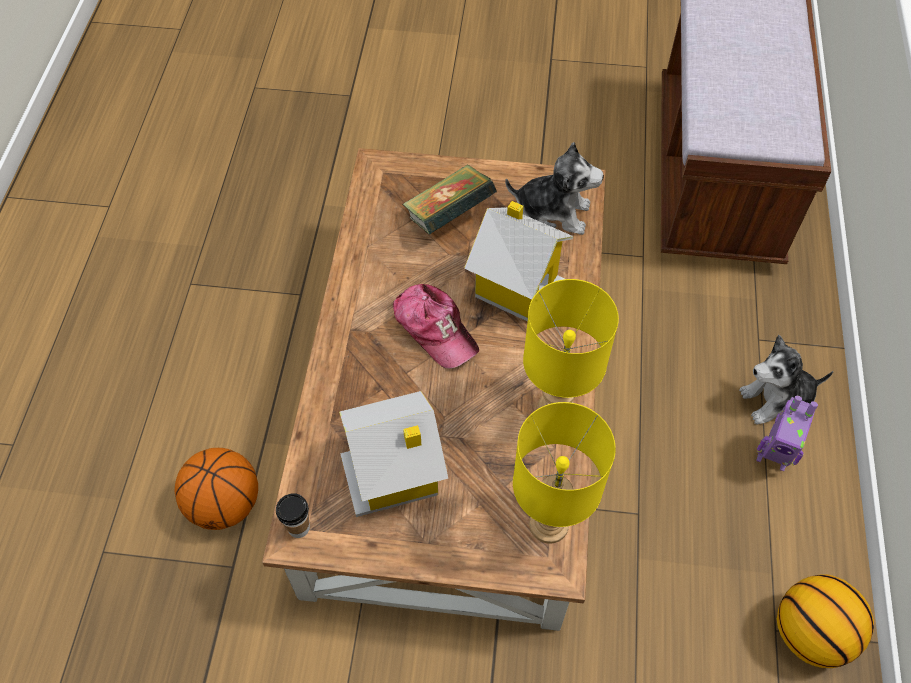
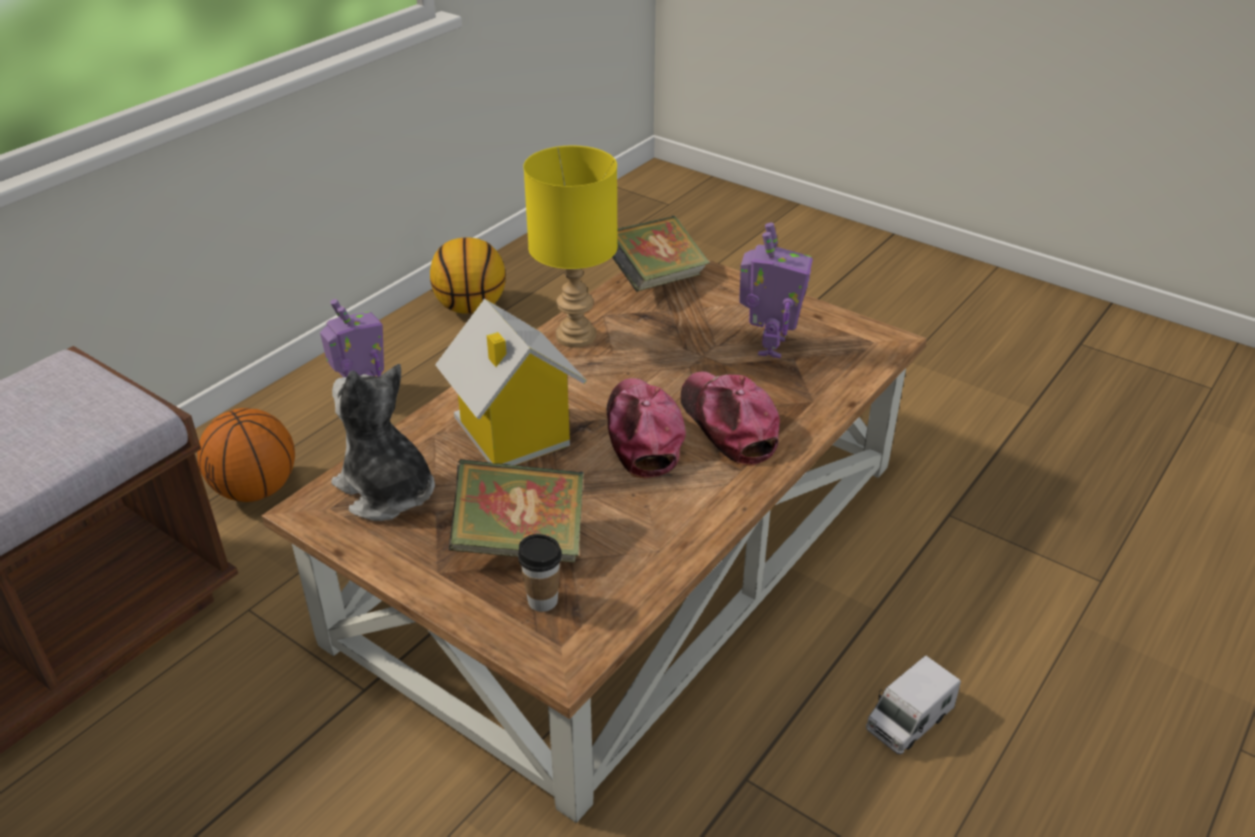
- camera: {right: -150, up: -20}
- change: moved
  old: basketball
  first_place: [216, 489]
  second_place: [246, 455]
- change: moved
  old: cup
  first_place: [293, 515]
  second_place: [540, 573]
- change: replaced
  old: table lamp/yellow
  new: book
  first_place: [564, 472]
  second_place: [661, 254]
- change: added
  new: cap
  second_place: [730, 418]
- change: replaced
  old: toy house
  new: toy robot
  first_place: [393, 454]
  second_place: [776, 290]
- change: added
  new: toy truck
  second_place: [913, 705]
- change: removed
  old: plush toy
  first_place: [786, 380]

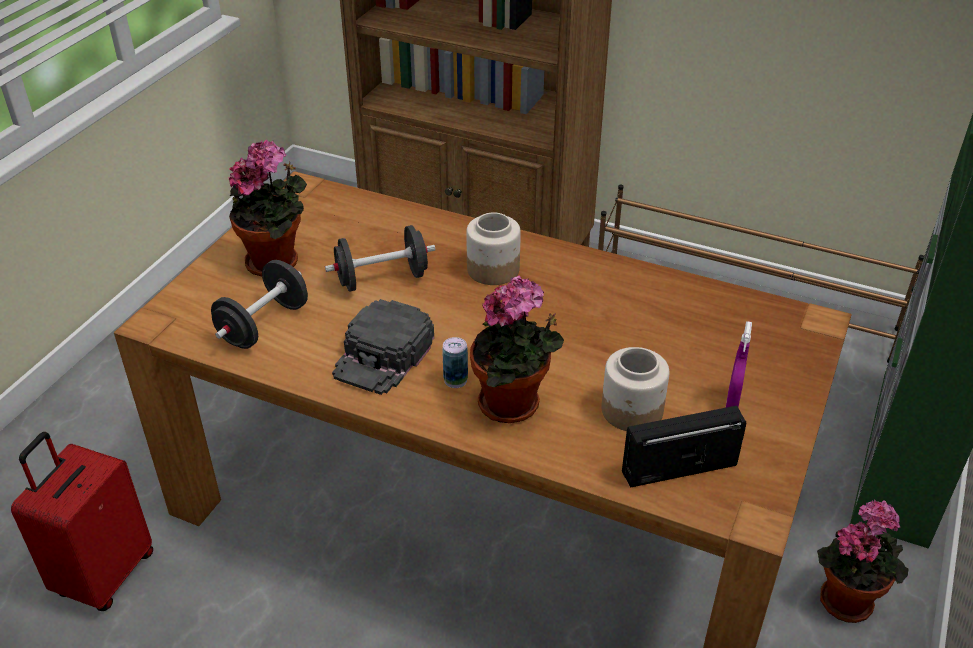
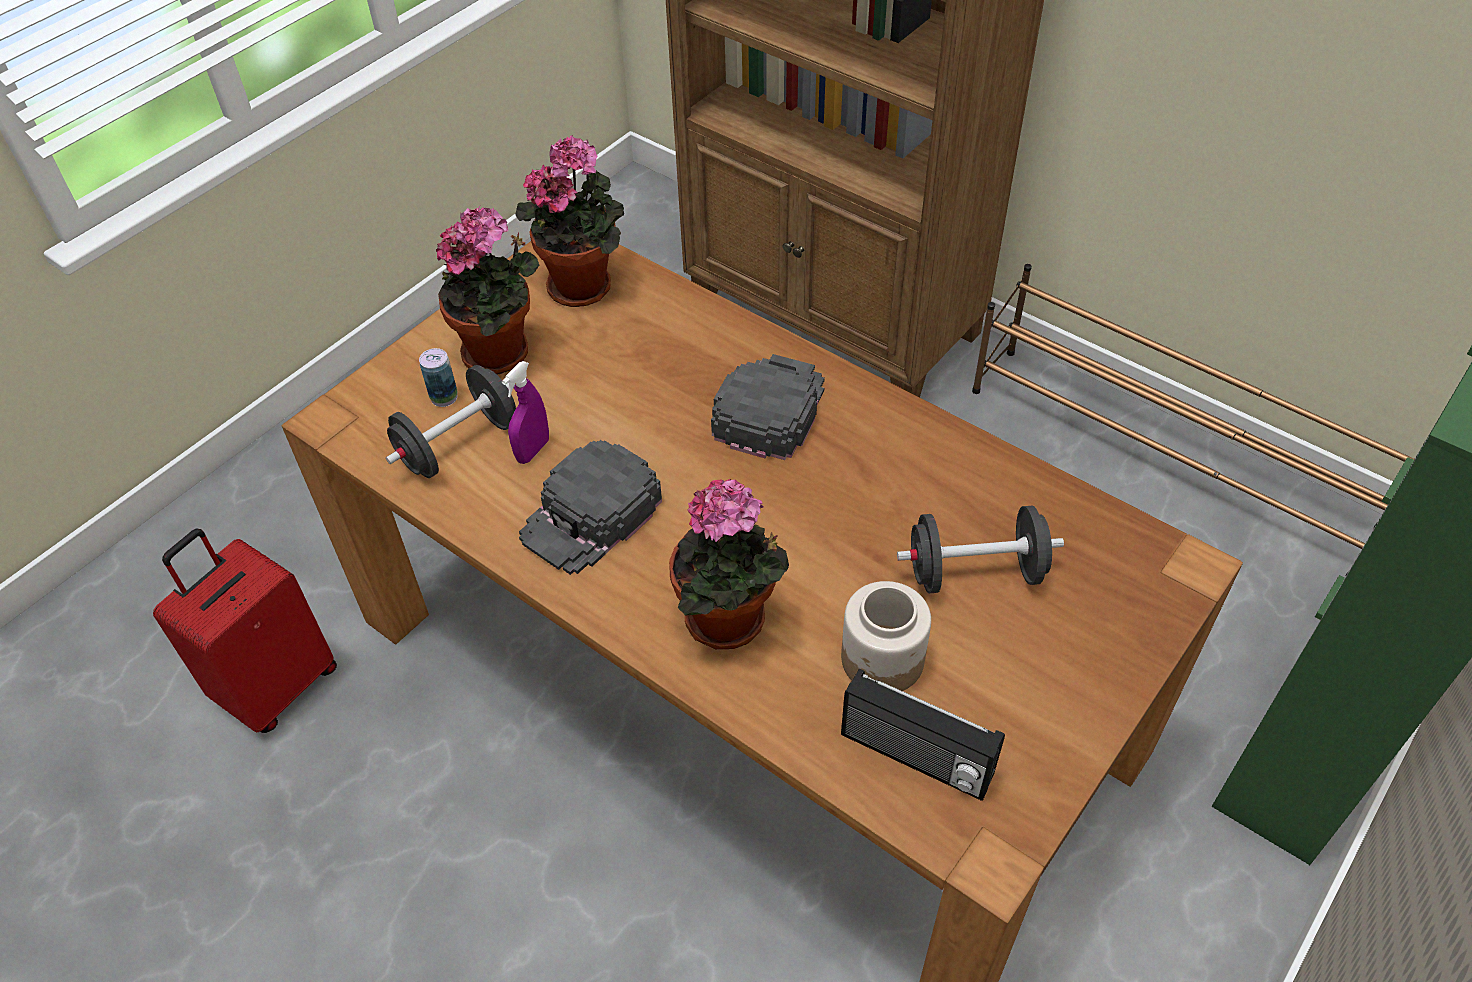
- camera: {right: 15, up: 10}
- change: moved
  old: can
  first_place: [455, 362]
  second_place: [438, 377]
- change: moved
  old: spray bottle/purple
  first_place: [739, 364]
  second_place: [525, 412]
- change: moved
  old: potted plant
  first_place: [863, 561]
  second_place: [569, 221]
- change: replaced
  old: jar
  new: cap/black
  first_place: [493, 248]
  second_place: [768, 407]
- change: turned
  old: radio
  first_place: [684, 447]
  second_place: [923, 735]
  degrees: -150
- change: moved
  old: dumbbell/black
  first_place: [380, 258]
  second_place: [980, 549]

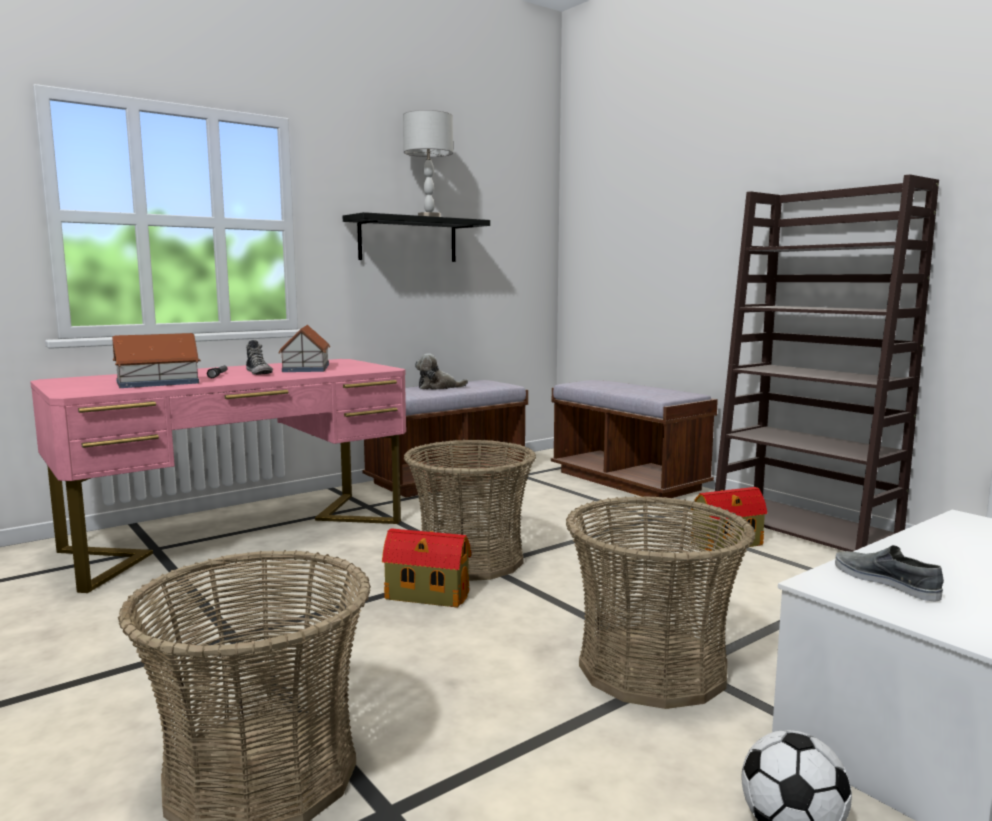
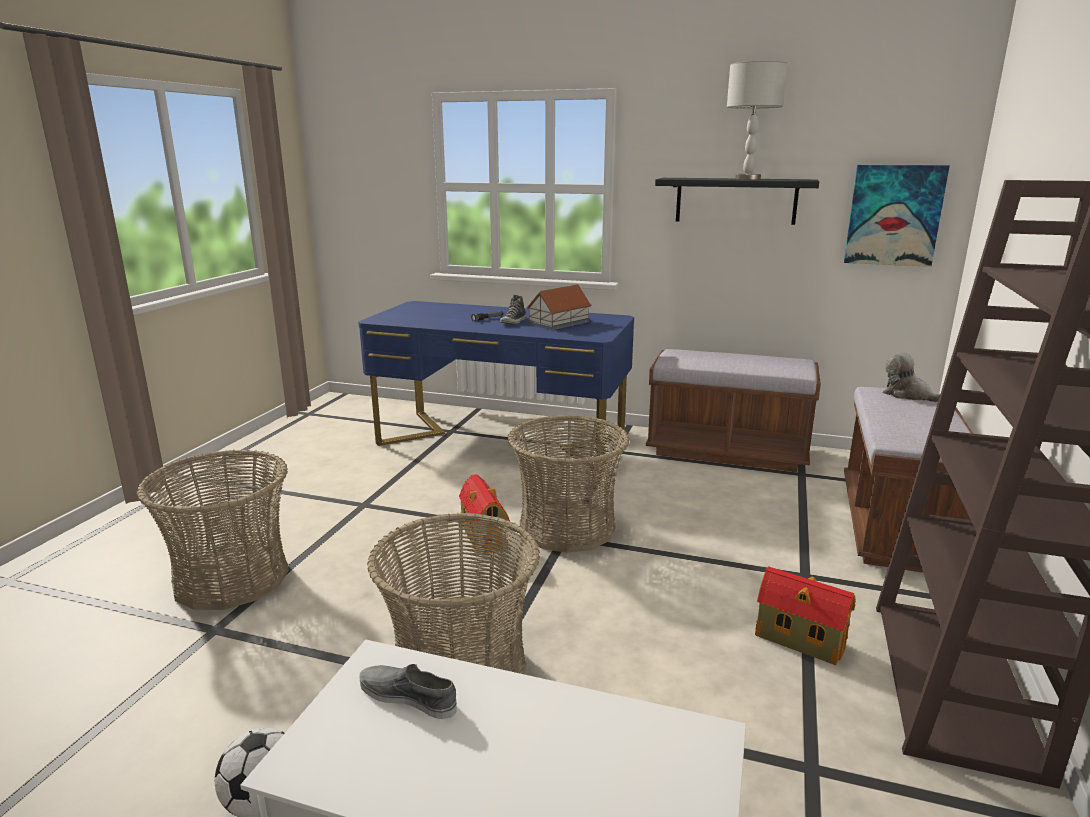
- camera: {right: 55, up: 10}
- change: recoloured
  old: desk/pink
  new: desk/blue
  first_place: [218, 476]
  second_place: [496, 388]
- change: turned
  old: shoe/grey
  first_place: [889, 573]
  second_place: [408, 691]
  degrees: -90
- change: added
  new: picture
  second_place: [897, 216]
- change: moved
  old: plush toy
  first_place: [441, 371]
  second_place: [911, 377]
- change: removed
  old: toy house
  first_place: [156, 360]

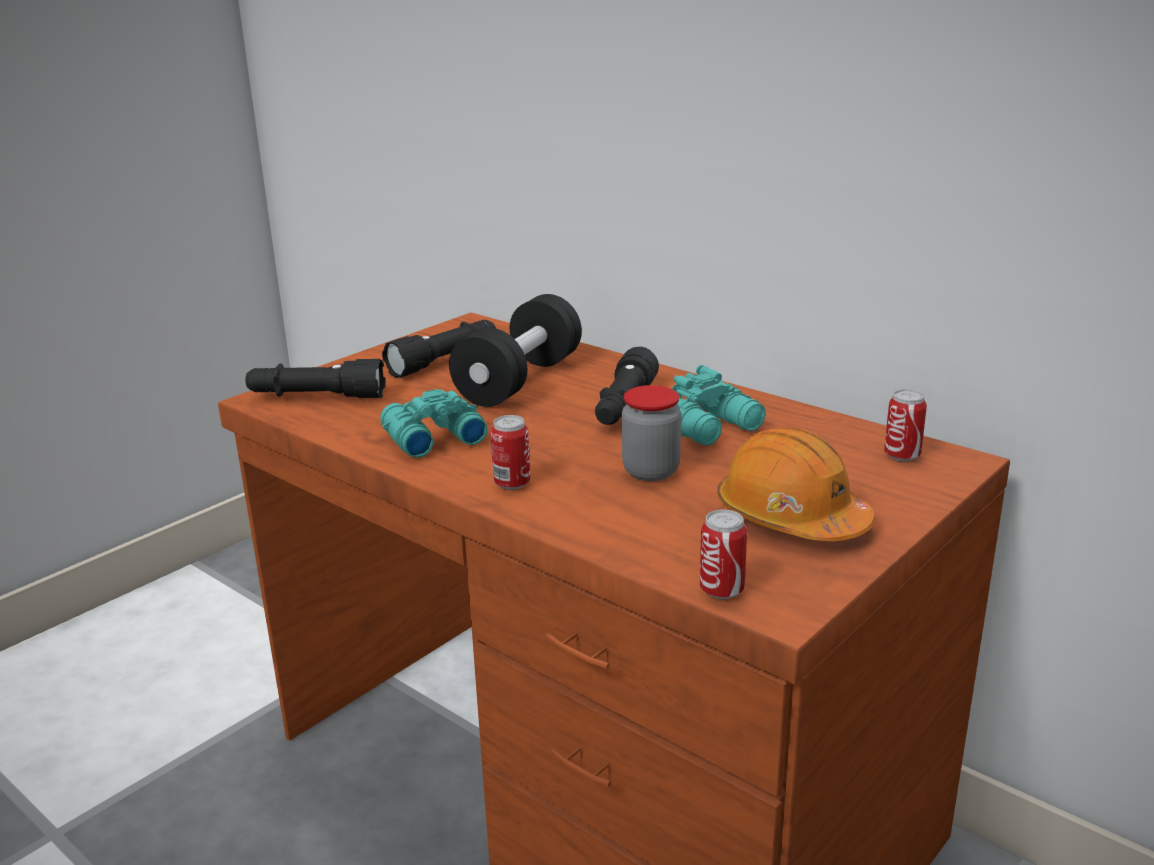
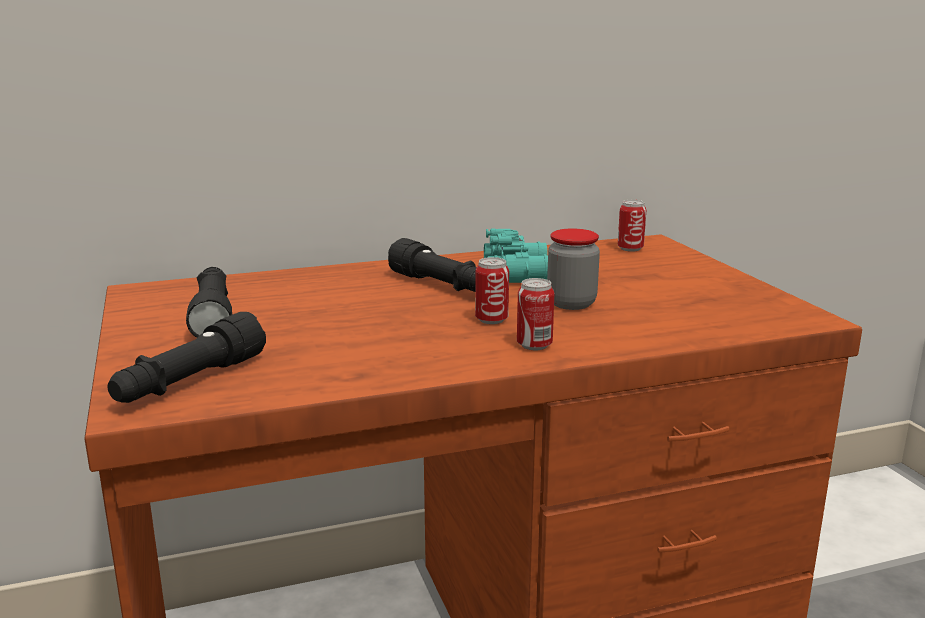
- camera: {right: -60, up: -5}
- change: moved
  old: can
  first_place: [723, 554]
  second_place: [492, 290]
- change: removed
  old: binoculars/turquoise
  first_place: [433, 423]
- change: removed
  old: dumbbell/black
  first_place: [515, 350]
- change: removed
  old: hard hat/orange
  first_place: [796, 484]

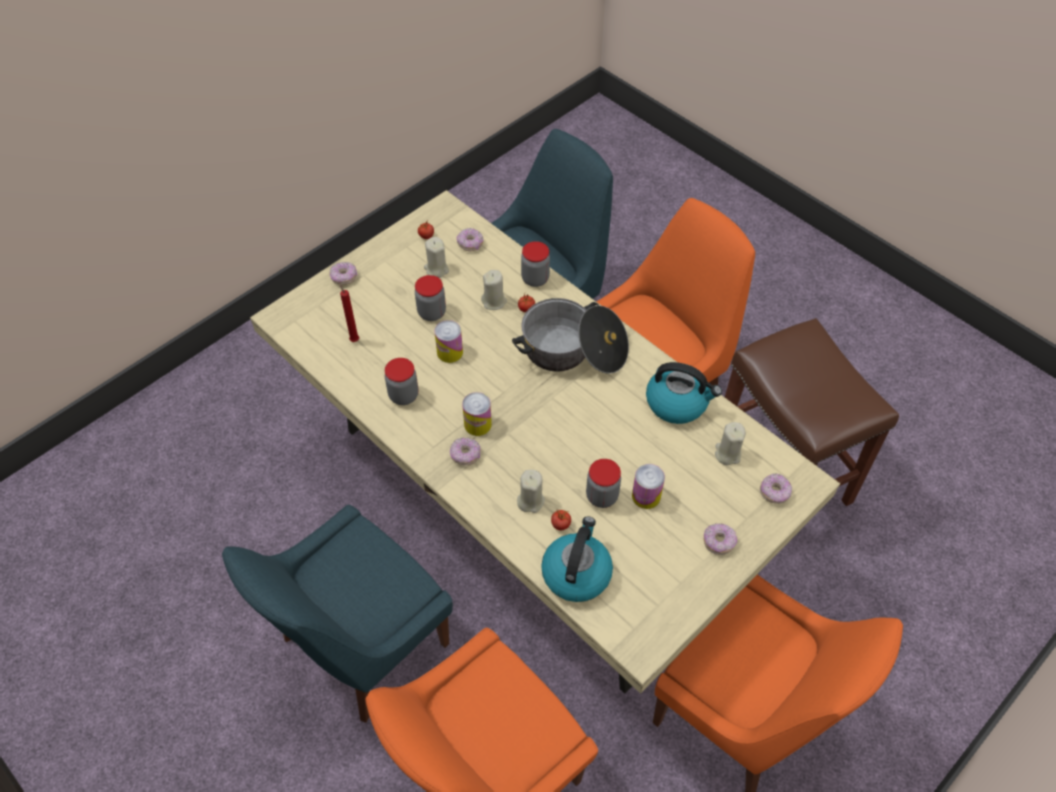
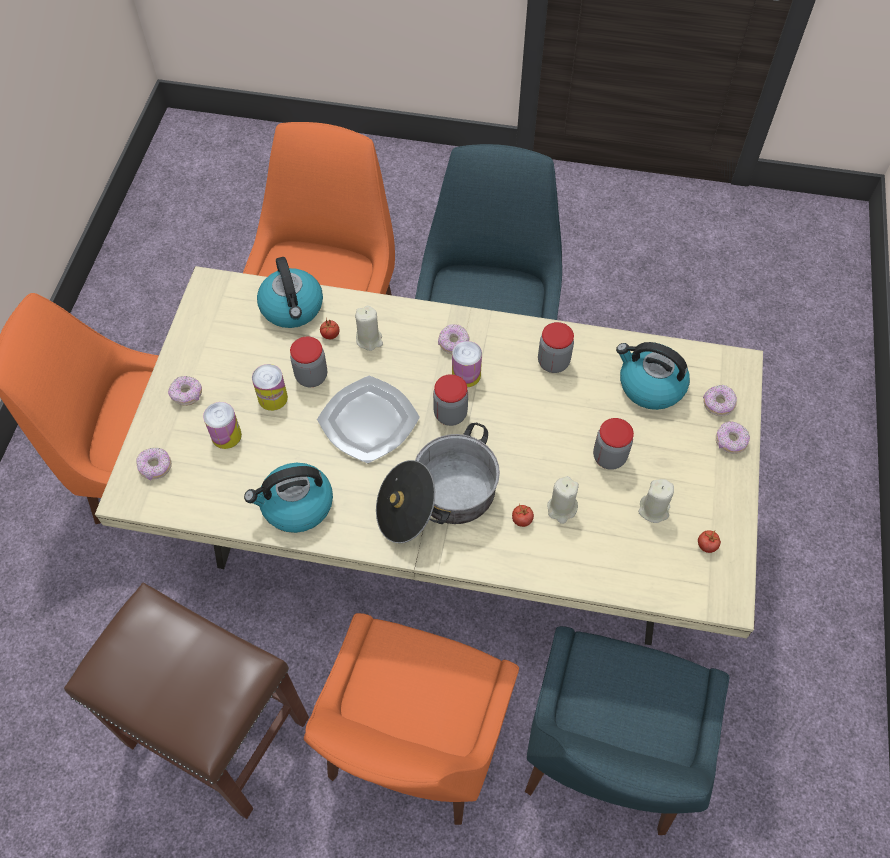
- camera: {right: 145, up: 5}
- change: moved
  old: can
  first_place: [448, 341]
  second_place: [222, 425]
- change: added
  new: plate
  second_place: [368, 419]
- change: moved
  old: jar
  first_place: [535, 264]
  second_place: [450, 400]
- change: replaced
  old: candle/red
  new: kettle
  first_place: [349, 312]
  second_place: [653, 376]
- change: moved
  old: donut
  first_place: [470, 239]
  second_place: [720, 400]
- change: removed
  old: candle/beige
  first_place: [730, 443]

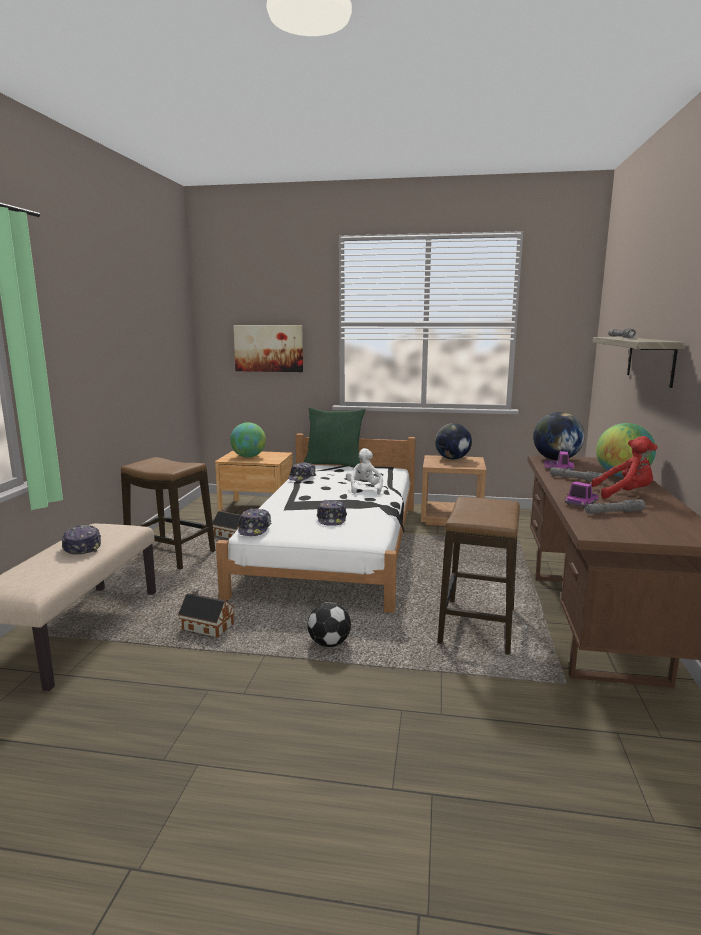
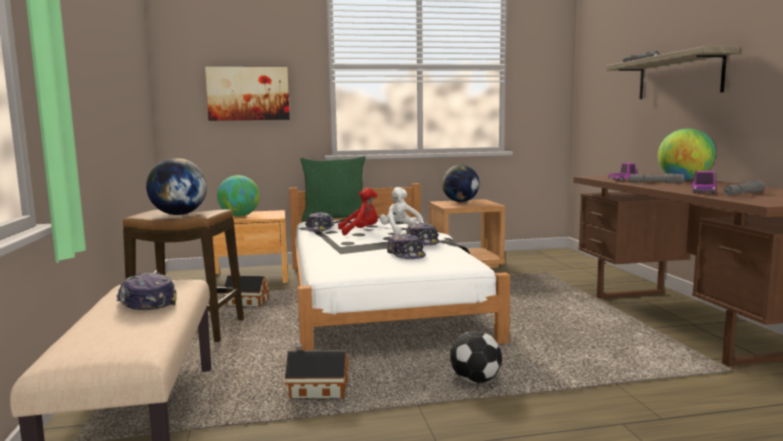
- camera: {right: -20, up: -5}
- change: moved
  old: globe
  first_place: [559, 436]
  second_place: [176, 186]
- change: moved
  old: plush toy/red
  first_place: [624, 467]
  second_place: [358, 211]
- change: moved
  old: cap
  first_place: [254, 522]
  second_place: [422, 233]
- change: removed
  old: stool
  first_place: [478, 576]

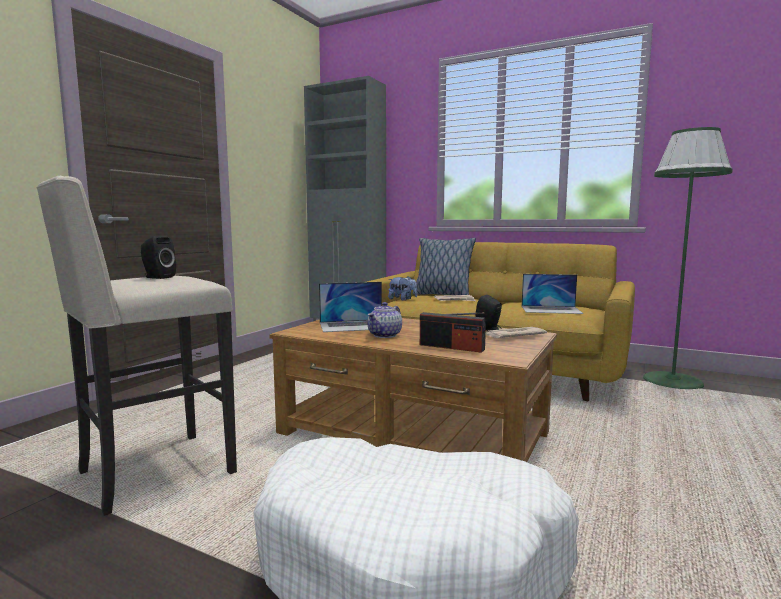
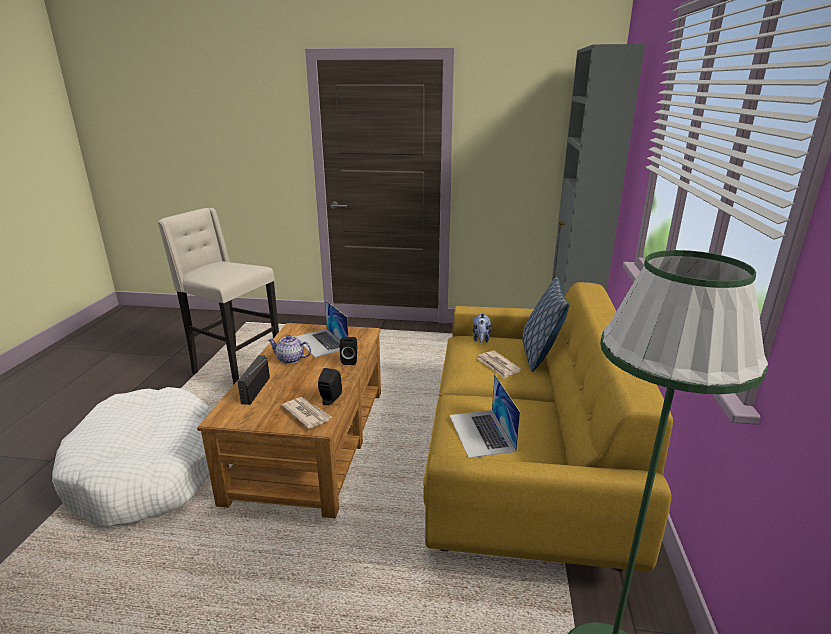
- camera: {right: 70, up: 15}
- change: moved
  old: speaker/black
  first_place: [158, 257]
  second_place: [348, 351]

